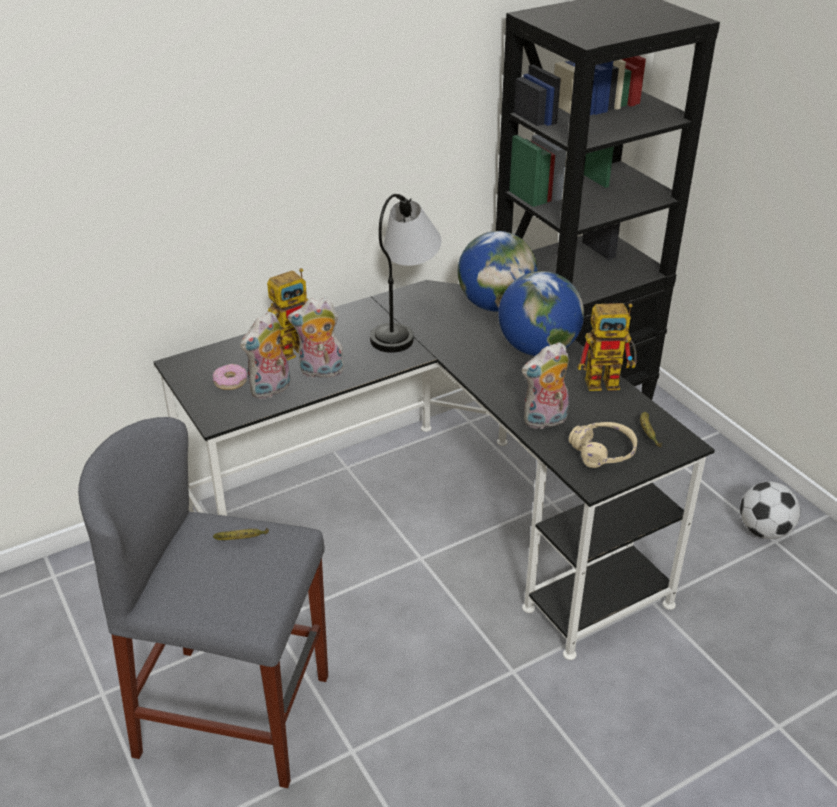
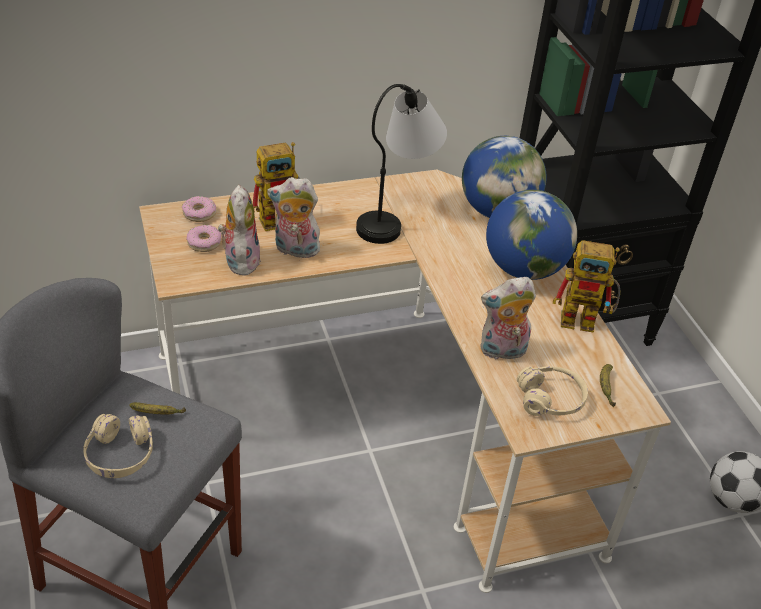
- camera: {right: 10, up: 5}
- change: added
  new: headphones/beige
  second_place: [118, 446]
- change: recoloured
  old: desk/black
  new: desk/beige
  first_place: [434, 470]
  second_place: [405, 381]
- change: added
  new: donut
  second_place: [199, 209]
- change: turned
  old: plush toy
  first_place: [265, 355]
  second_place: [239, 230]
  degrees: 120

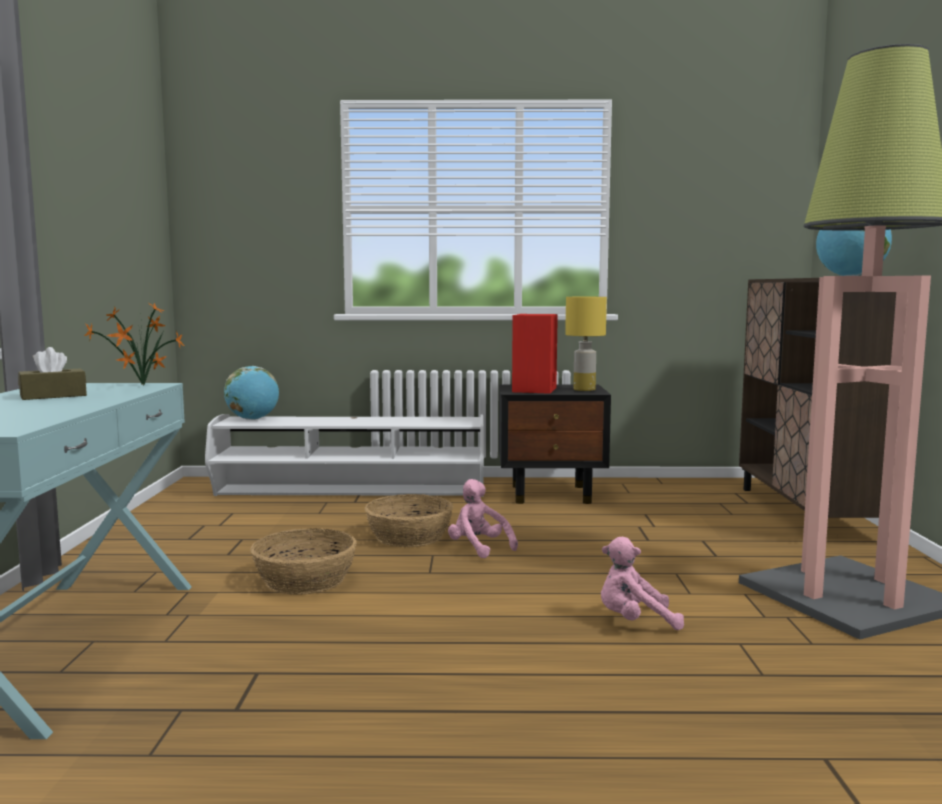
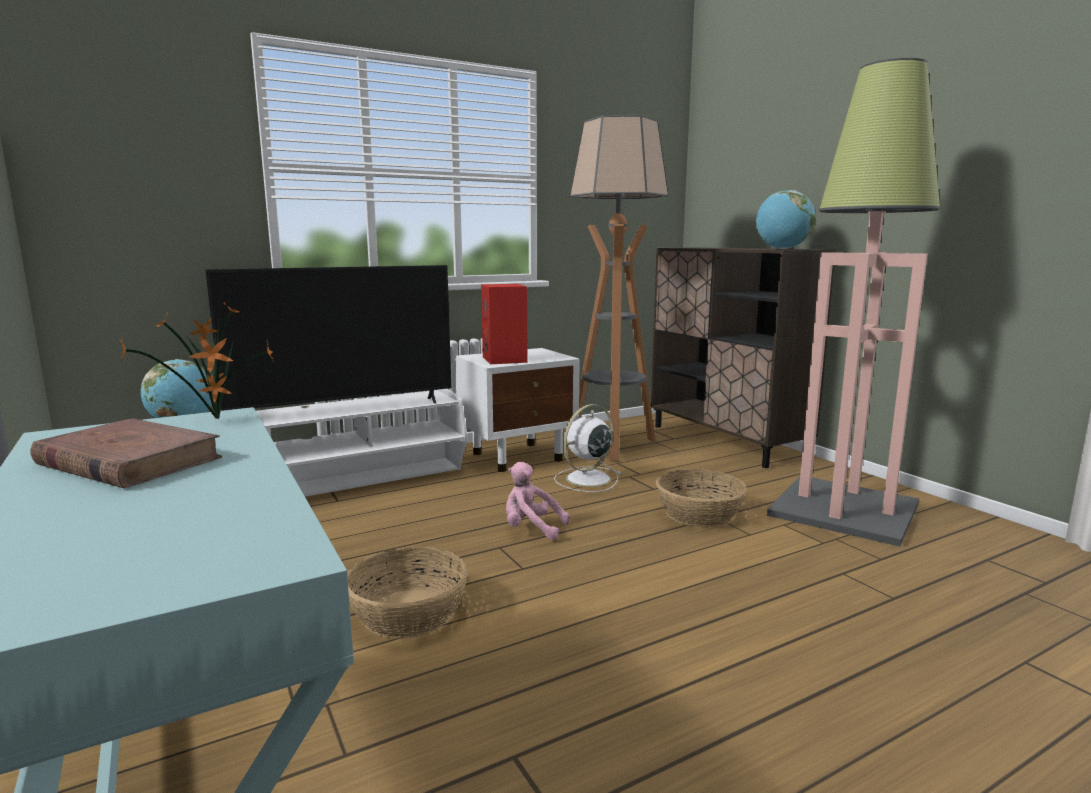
- camera: {right: -30, up: 5}
- change: replaced
  old: tissue box/brown
  new: book/brown
  first_place: [52, 373]
  second_place: [126, 453]
- change: added
  new: television
  second_place: [328, 338]
- change: recoloured
  old: nightstand/black
  new: nightstand/white
  first_place: [555, 444]
  second_place: [517, 410]
- change: added
  new: fan/white
  second_place: [587, 448]
- change: added
  new: floor lamp
  second_place: [619, 288]
- change: moved
  old: basket
  first_place: [409, 520]
  second_place: [701, 498]
- change: removed
  old: table lamp/yellow
  first_place: [586, 344]
- change: removed
  old: plush toy/pink
  first_place: [642, 583]

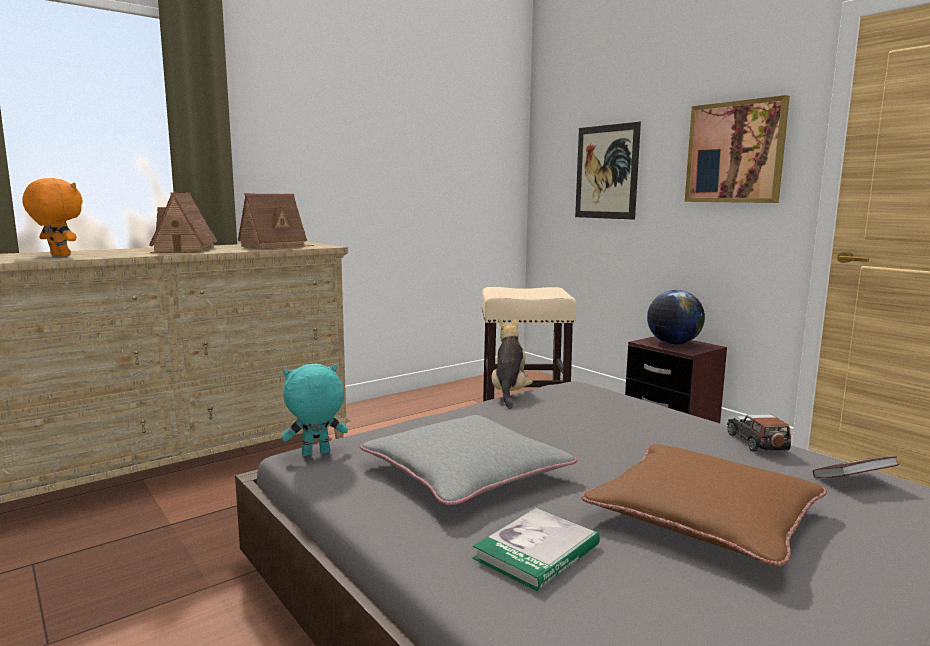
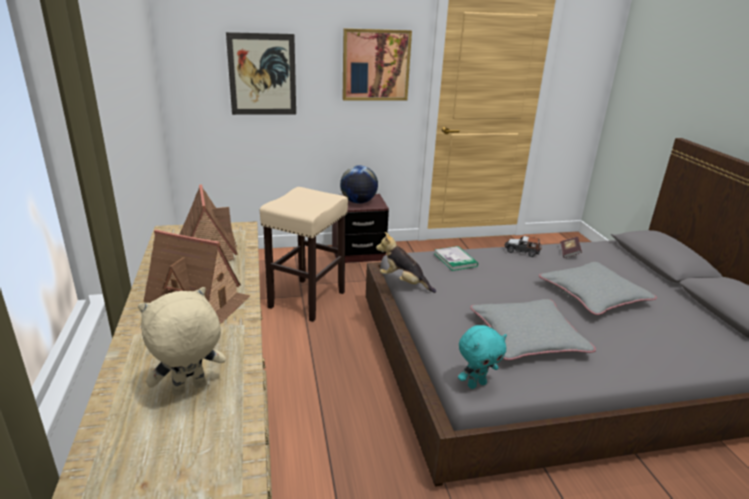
- camera: {right: -65, up: 15}
- change: recoloured
  old: plush toy/orange
  new: plush toy/beige
  first_place: [52, 217]
  second_place: [182, 342]
- change: moved
  old: book
  first_place: [536, 549]
  second_place: [456, 258]
- change: turned
  old: plush toy/turquoise
  first_place: [315, 409]
  second_place: [482, 357]
  degrees: -120
- change: recoloured
  old: pillow/brown
  new: pillow/grey
  first_place: [704, 505]
  second_place: [598, 288]

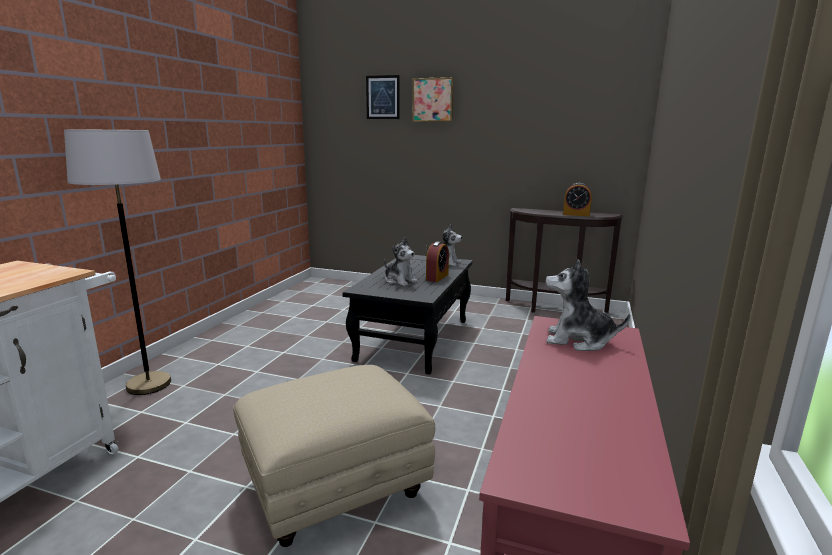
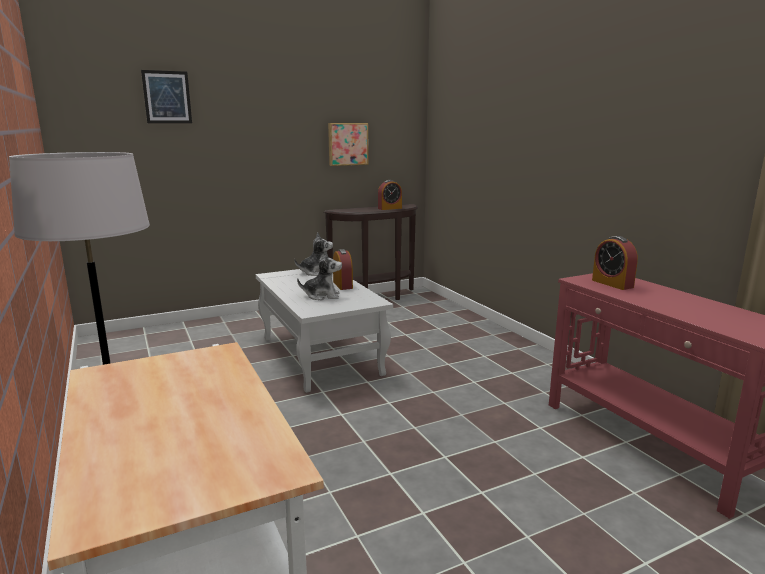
- camera: {right: -45, up: 0}
- change: recoloured
  old: coffee table/black
  new: coffee table/white
  first_place: [408, 315]
  second_place: [324, 331]
- change: moved
  old: picture
  first_place: [433, 99]
  second_place: [348, 144]
- change: replaced
  old: plush toy
  new: alarm clock
  first_place: [588, 305]
  second_place: [615, 263]
- change: removed
  old: ottoman/beige
  first_place: [334, 456]

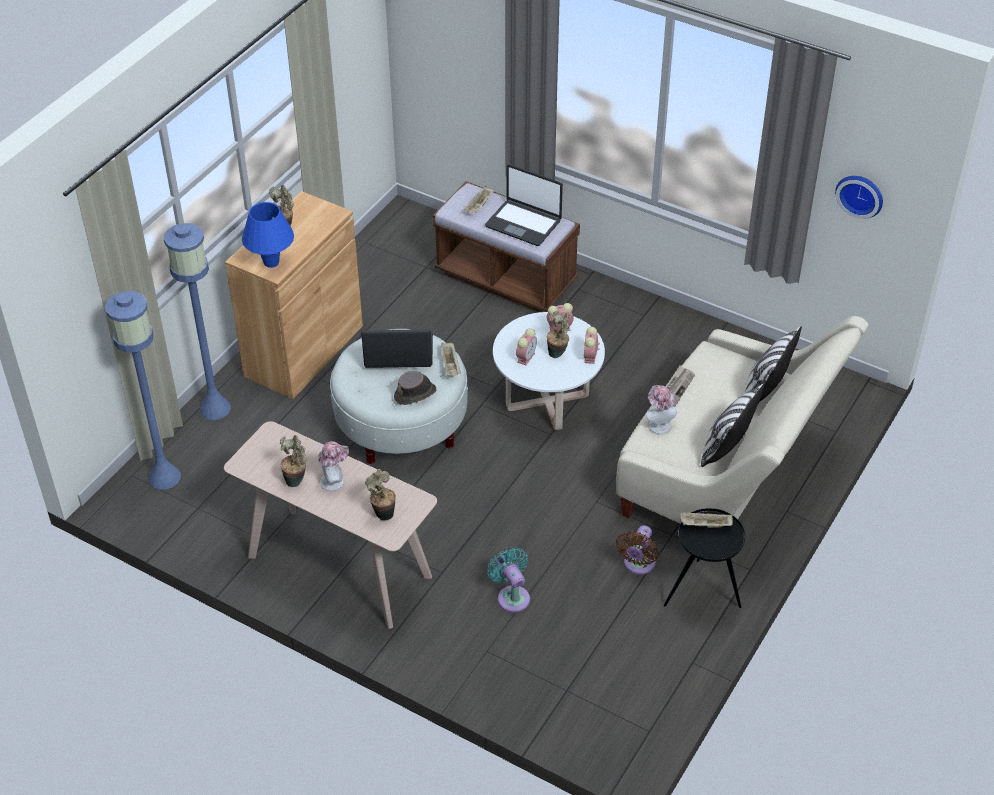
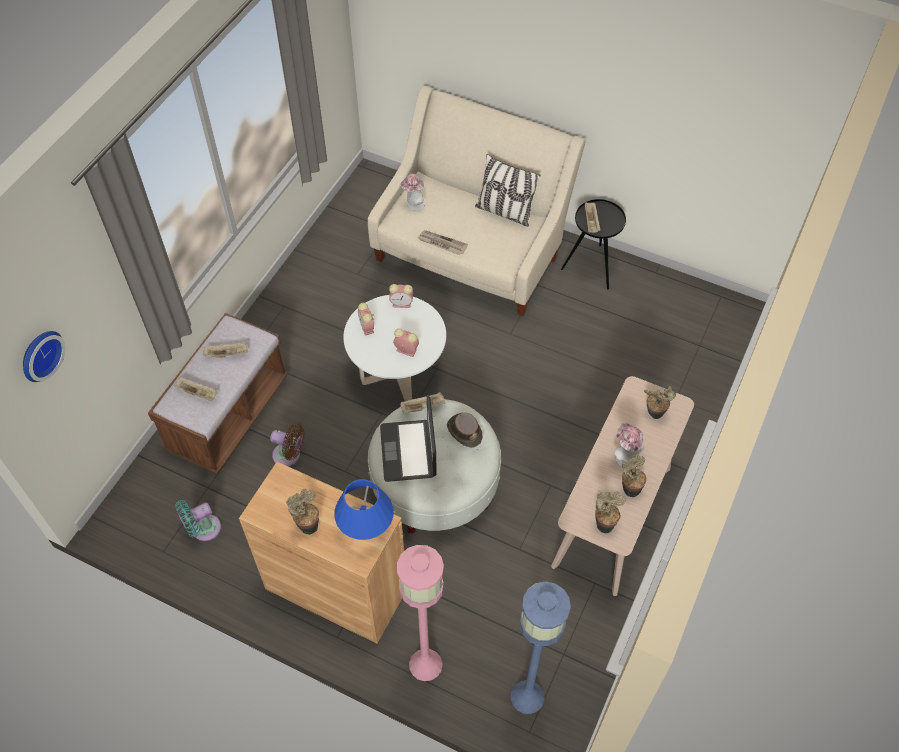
- camera: {right: -95, up: 10}
- change: moved
  old: wall clock
  first_place: [859, 197]
  second_place: [44, 356]
- change: moved
  old: fan/turquoise
  first_place: [508, 580]
  second_place: [198, 520]
- change: replaced
  old: laptop
  new: tray/beige
  first_place: [524, 205]
  second_place: [225, 350]
- change: moved
  old: fan/brown
  first_place: [637, 550]
  second_place: [287, 445]
- change: recoloured
  old: floor lamp/blue
  new: floor lamp/pink
  first_place: [197, 321]
  second_place: [420, 613]
- change: moved
  old: hat
  first_place: [661, 409]
  second_place: [412, 192]
- change: moved
  old: potted plant
  first_place: [558, 334]
  second_place: [610, 512]
- change: removed
  old: pillow
  first_place: [773, 364]

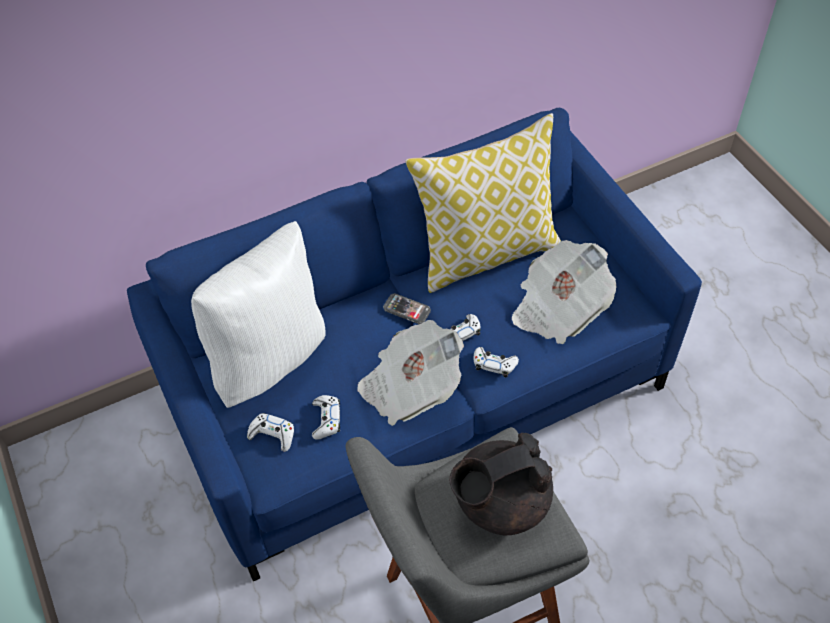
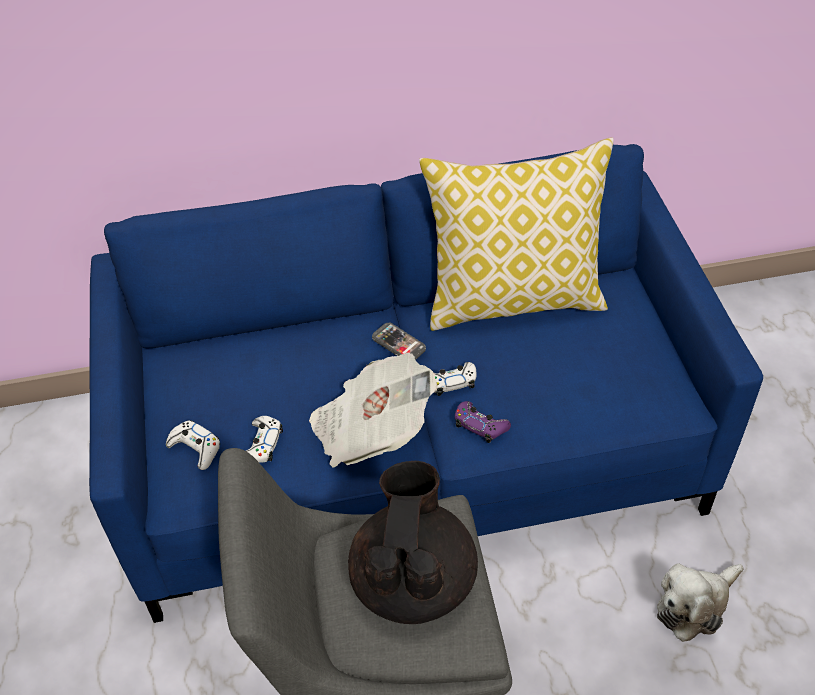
- camera: {right: 15, up: -5}
- change: turned
  old: teapot/black
  first_place: [501, 484]
  second_place: [413, 542]
  degrees: 105
- change: recoloured
  old: game controller/white
  new: game controller/purple
  first_place: [496, 362]
  second_place: [483, 422]
- change: added
  new: plush toy
  second_place: [700, 602]
- change: removed
  old: pillow/white
  first_place: [258, 314]
- change: removed
  old: newspaper
  first_place: [564, 292]

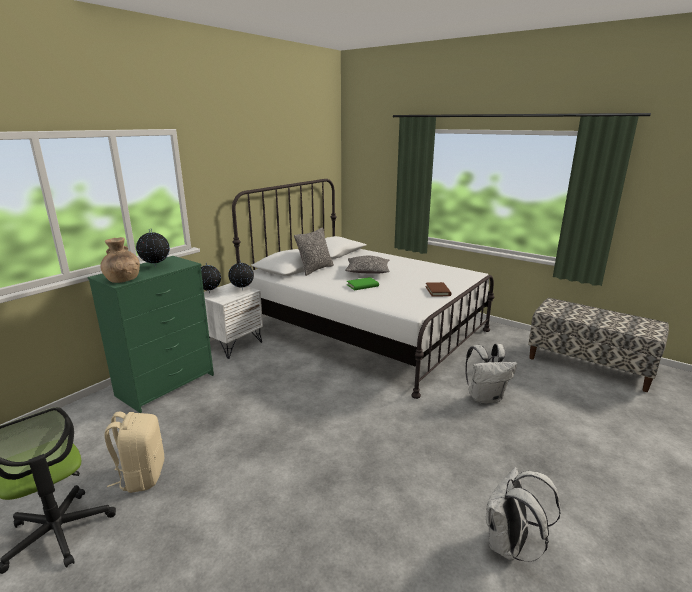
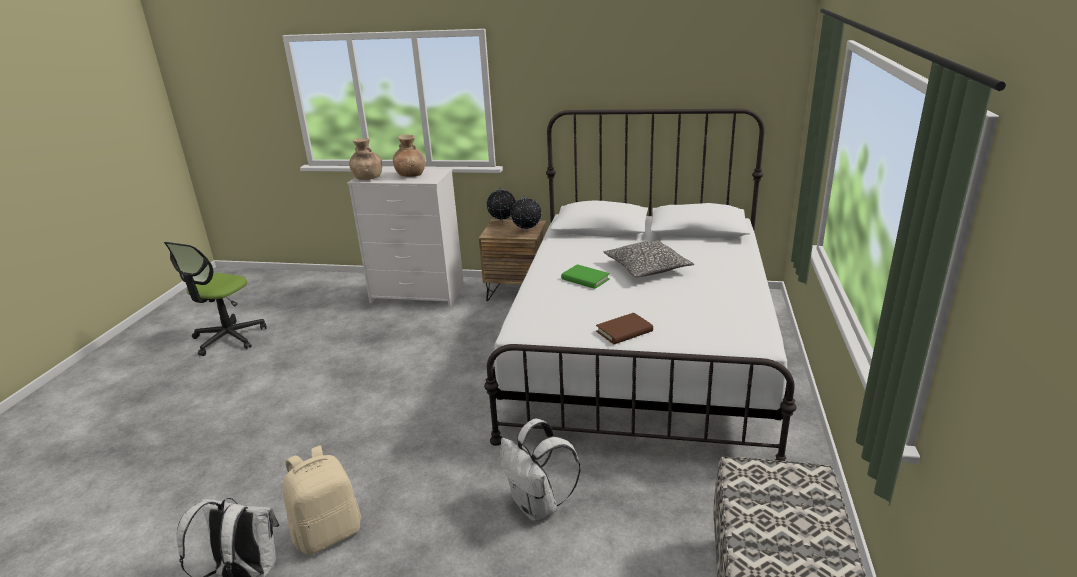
- camera: {right: 65, up: 5}
- change: moved
  old: backpack/beige
  first_place: [134, 452]
  second_place: [322, 500]
- change: recoloured
  old: dresser/green
  new: dresser/white
  first_place: [150, 334]
  second_place: [405, 237]
- change: replaced
  old: globe
  new: vase/brown
  first_place: [153, 247]
  second_place: [409, 156]
- change: recoloured
  old: nightstand/white
  new: nightstand/brown
  first_place: [233, 321]
  second_place: [513, 260]
- change: removed
  old: pillow
  first_place: [314, 251]

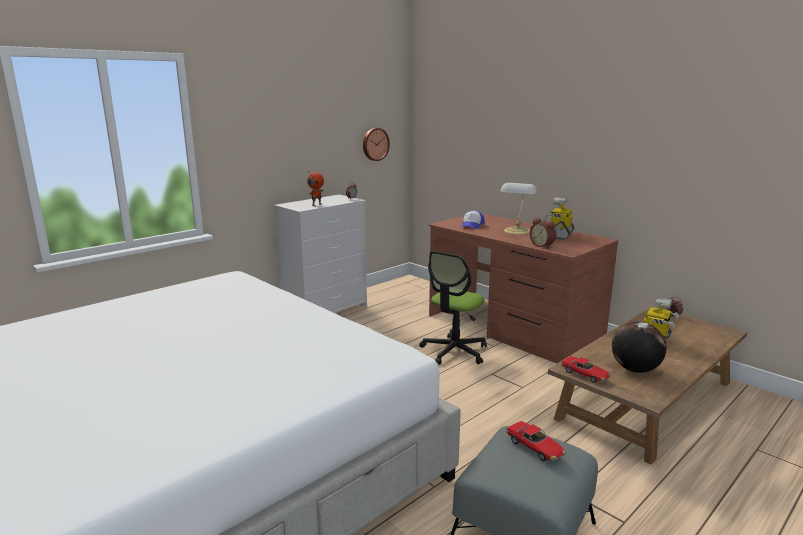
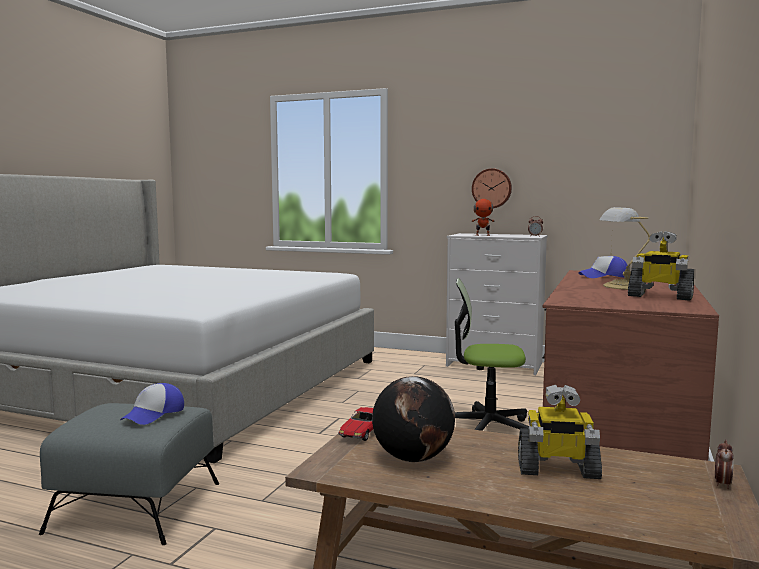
- camera: {right: 65, up: -10}
- change: replaced
  old: toy car
  new: cap
  first_place: [536, 441]
  second_place: [152, 404]
- change: moved
  old: wall clock
  first_place: [376, 144]
  second_place: [492, 188]
- change: turned
  old: toy robot
  first_place: [559, 218]
  second_place: [661, 266]
  degrees: -150
- change: removed
  old: alarm clock
  first_place: [543, 233]

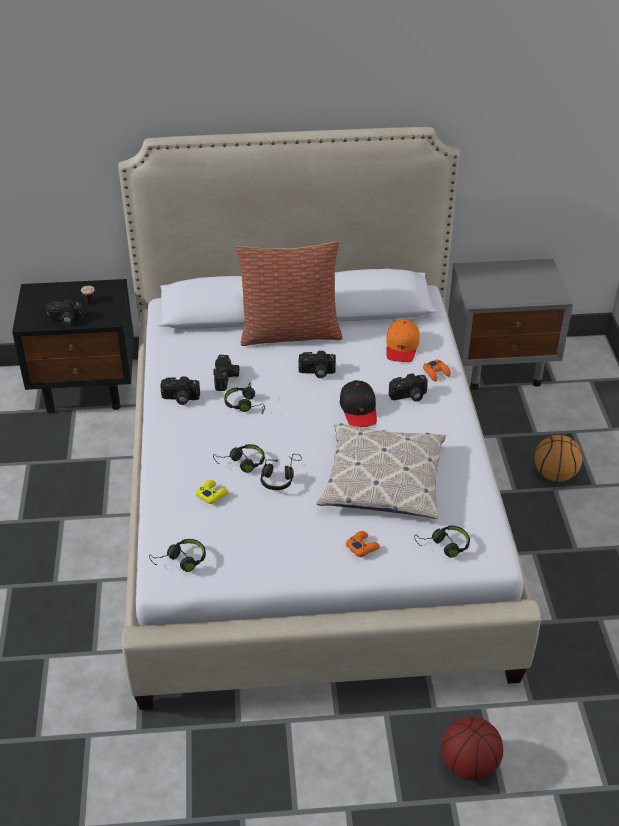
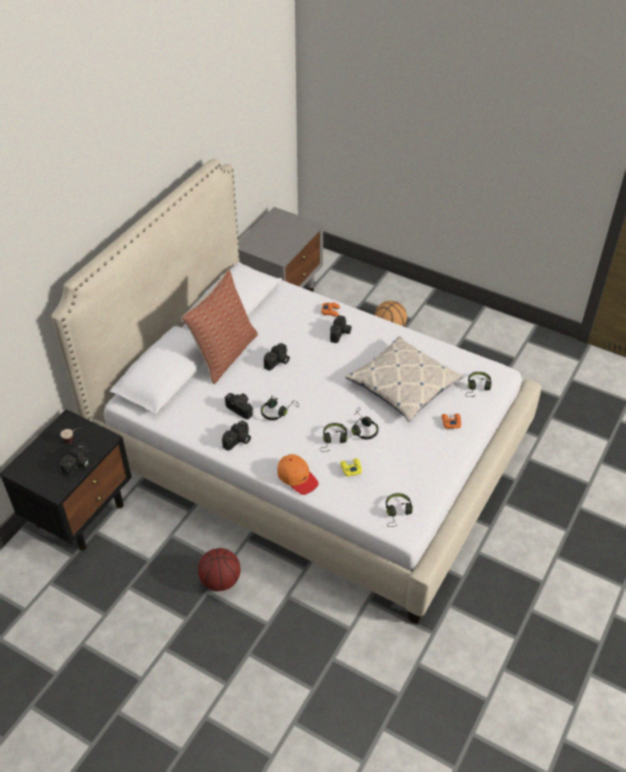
- camera: {right: -55, up: 5}
- change: moved
  old: basketball
  first_place: [472, 748]
  second_place: [219, 569]
- change: moved
  old: cap/orange
  first_place: [403, 340]
  second_place: [298, 474]
- change: removed
  old: cap/black
  first_place: [358, 403]

